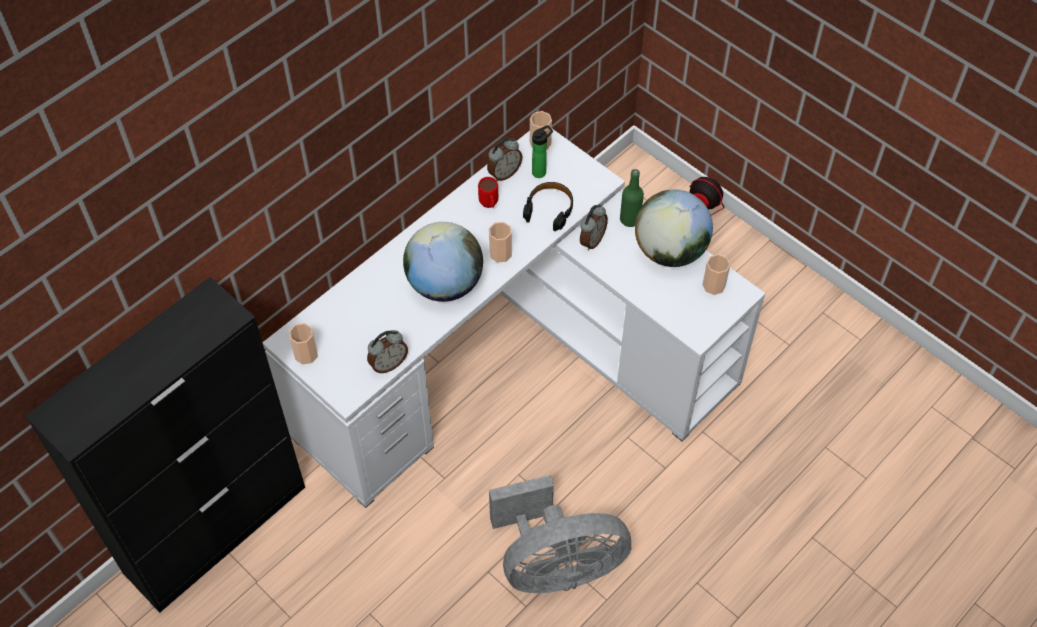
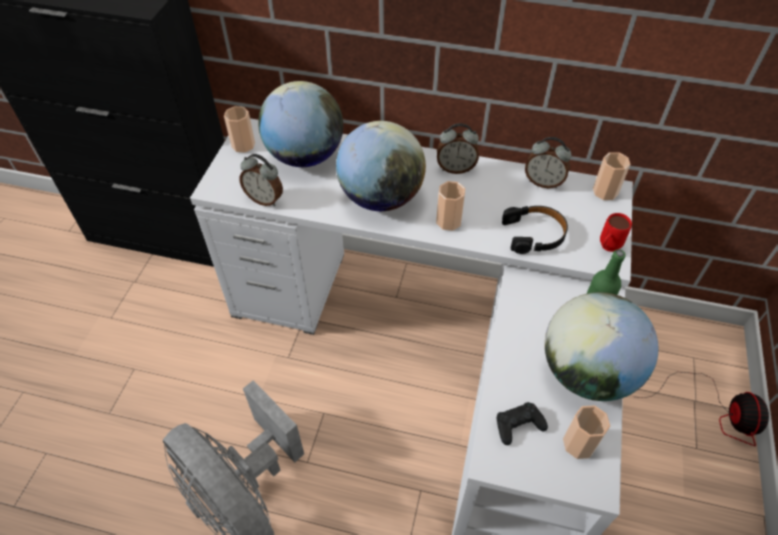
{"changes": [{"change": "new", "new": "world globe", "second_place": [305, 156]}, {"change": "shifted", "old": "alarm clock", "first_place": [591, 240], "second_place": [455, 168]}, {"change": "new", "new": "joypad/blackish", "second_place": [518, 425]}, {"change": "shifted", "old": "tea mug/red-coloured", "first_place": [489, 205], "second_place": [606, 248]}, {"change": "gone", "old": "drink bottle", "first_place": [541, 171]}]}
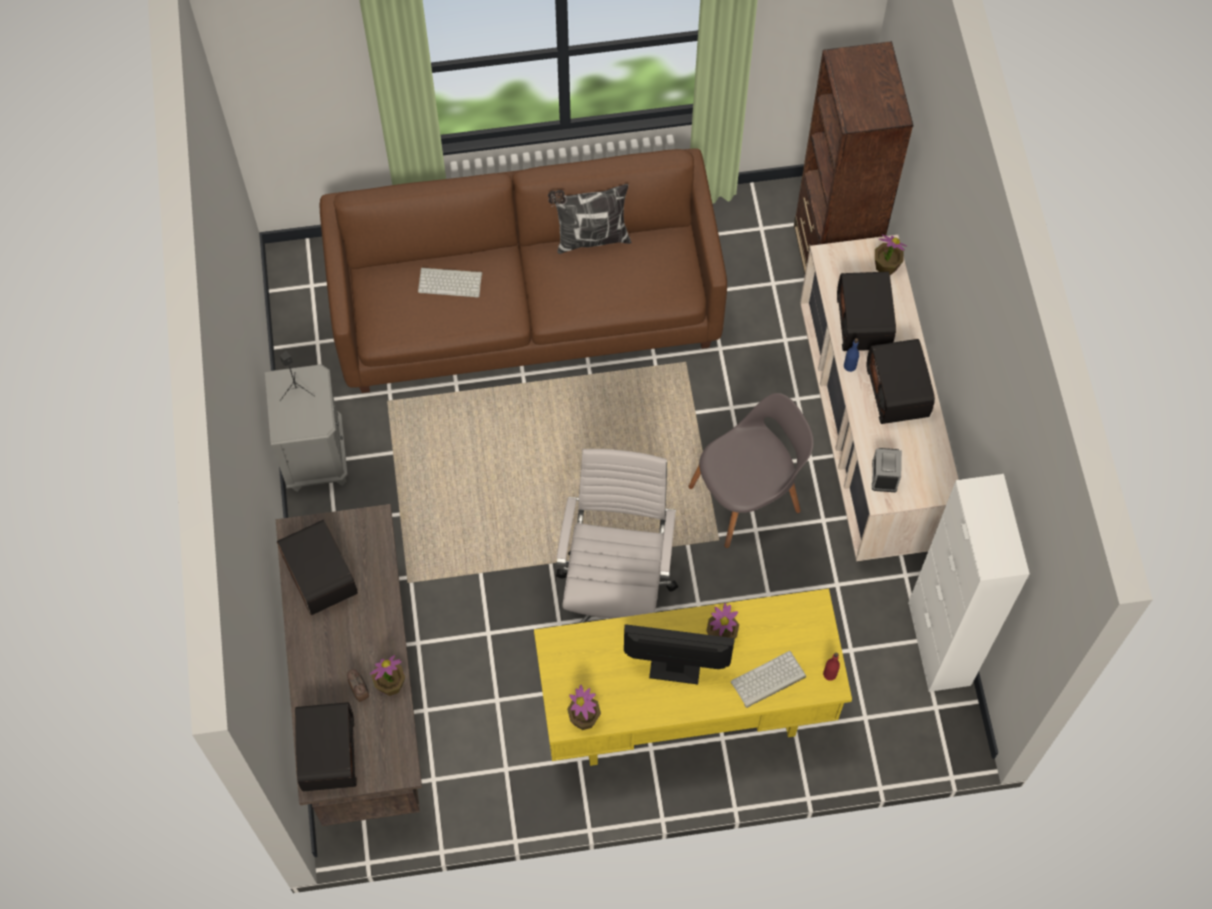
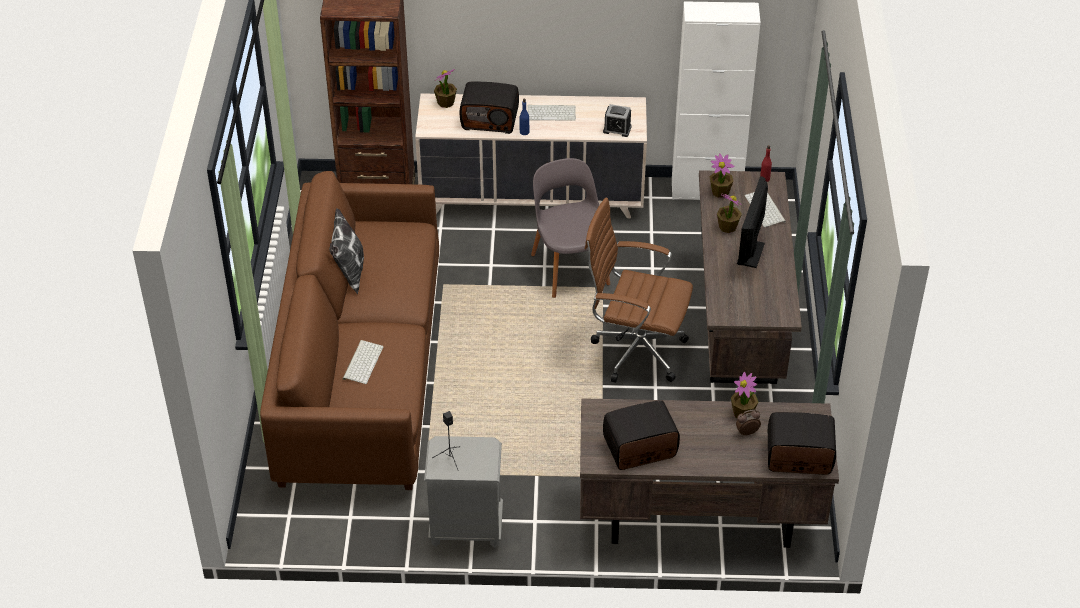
{"changes": [{"change": "swapped", "old": "radio receiver", "new": "computer keyboard", "first_place": [898, 392], "second_place": [552, 112]}, {"change": "repainted", "old": "computer chair/white", "new": "computer chair/brown-coloured", "first_place": [615, 591], "second_place": [634, 351]}, {"change": "repainted", "old": "desk/yellowish", "new": "desk/brown-coloured", "first_place": [684, 712], "second_place": [740, 325]}, {"change": "shifted", "old": "plant in a pot", "first_place": [584, 718], "second_place": [720, 192]}]}
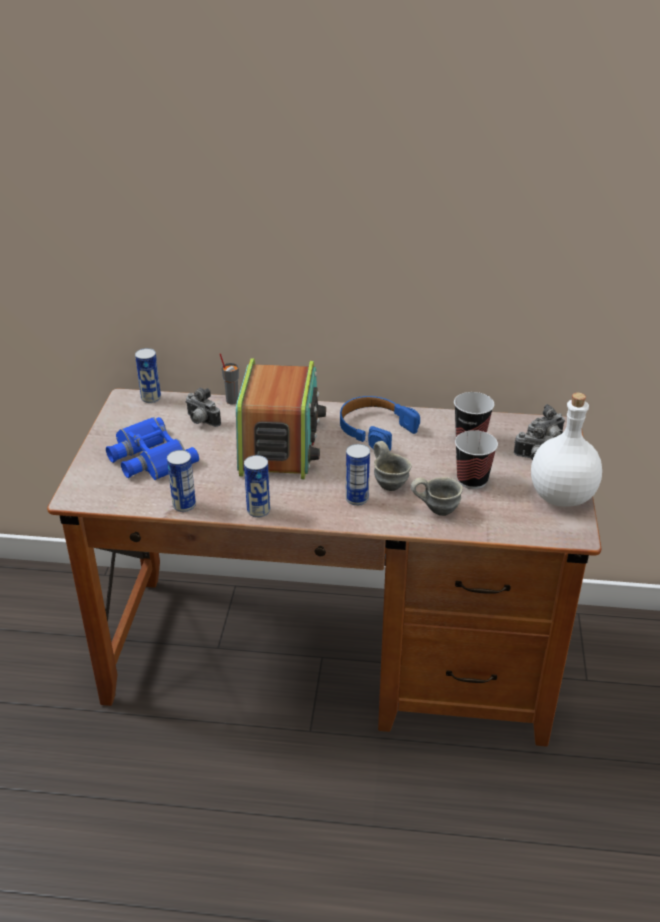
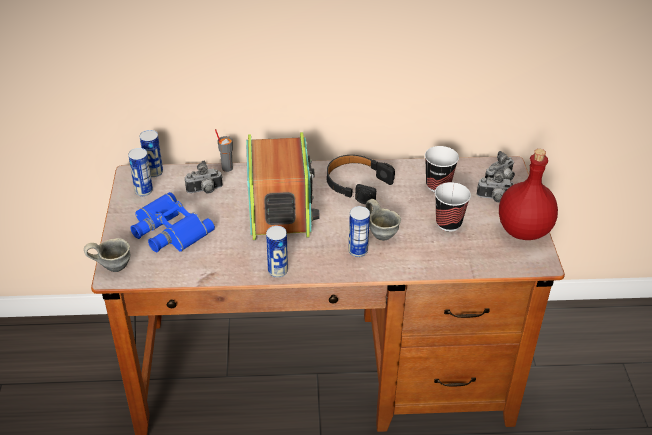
{"changes": [{"change": "shifted", "old": "tea mug/grey", "first_place": [437, 509], "second_place": [113, 266]}, {"change": "shifted", "old": "metal can", "first_place": [184, 505], "second_place": [143, 191]}, {"change": "rotated", "old": "still camera", "first_place": [201, 421], "second_place": [205, 191], "degrees": -45}, {"change": "repainted", "old": "pair of headphones/blue-coloured", "new": "pair of headphones/blackish", "first_place": [375, 429], "second_place": [357, 184]}, {"change": "repainted", "old": "drink bottle/white", "new": "drink bottle/red-coloured", "first_place": [560, 496], "second_place": [522, 230]}]}
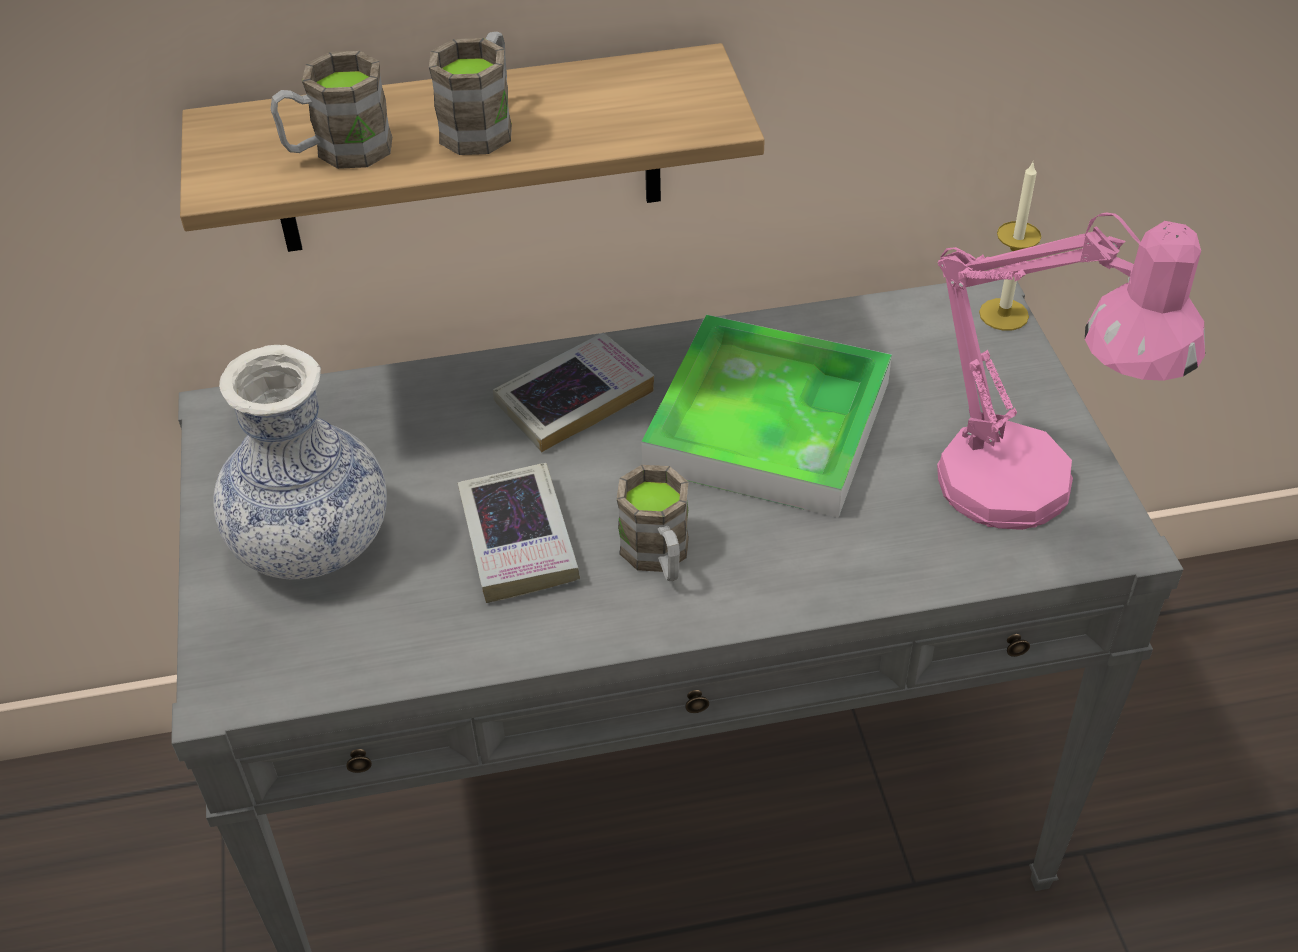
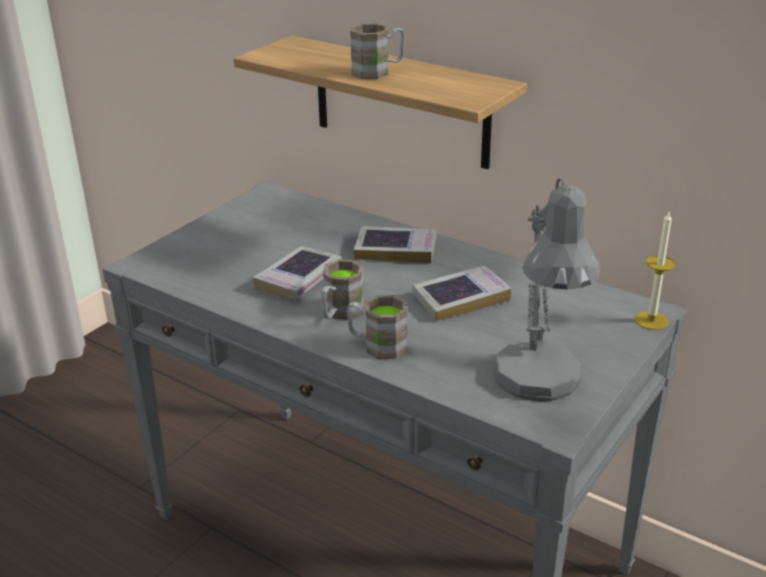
{"changes": [{"change": "shifted", "old": "tea mug/brown-coloured", "first_place": [338, 151], "second_place": [377, 345]}, {"change": "swapped", "old": "serving tray", "new": "bound book", "first_place": [768, 425], "second_place": [461, 298]}, {"change": "repainted", "old": "tabletop lamp/pinkish", "new": "tabletop lamp/grey", "first_place": [1029, 496], "second_place": [539, 387]}, {"change": "gone", "old": "vase", "first_place": [312, 542]}]}
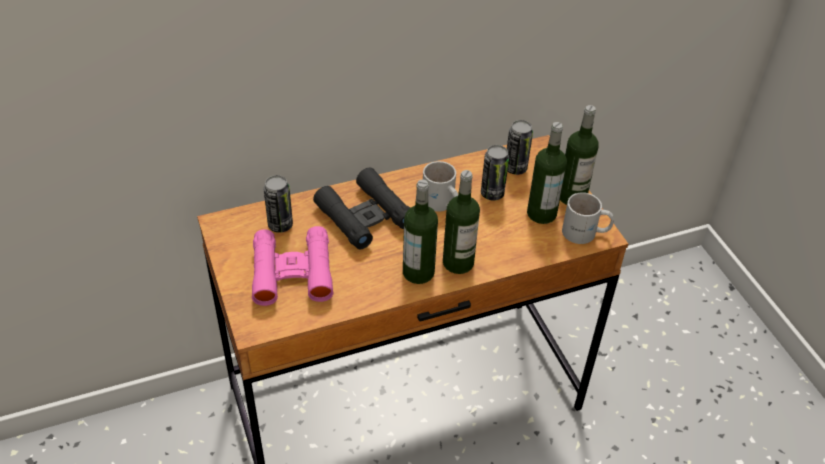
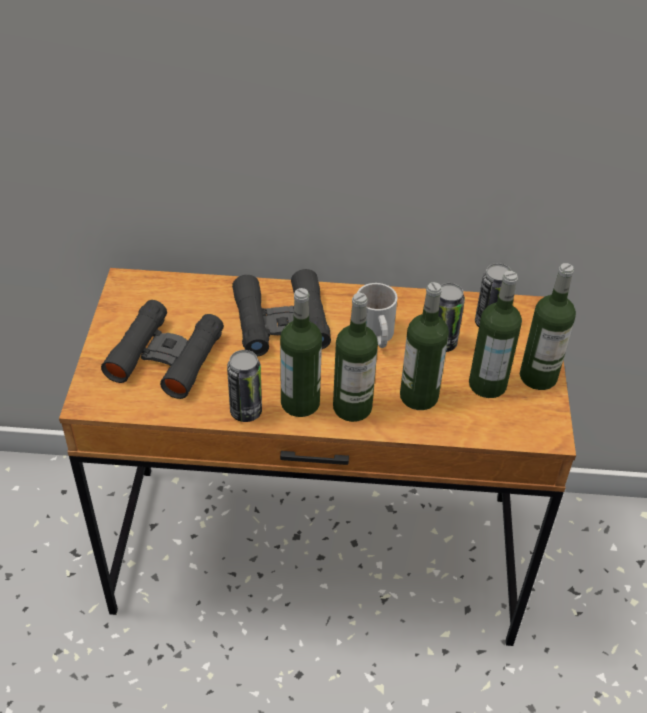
{"changes": [{"change": "repainted", "old": "field glasses/pinkish", "new": "field glasses/blackish", "first_place": [292, 272], "second_place": [166, 357]}, {"change": "shifted", "old": "metal can", "first_place": [280, 225], "second_place": [246, 412]}, {"change": "new", "new": "drink bottle", "second_place": [419, 396]}, {"change": "gone", "old": "tea mug/white", "first_place": [585, 233]}]}
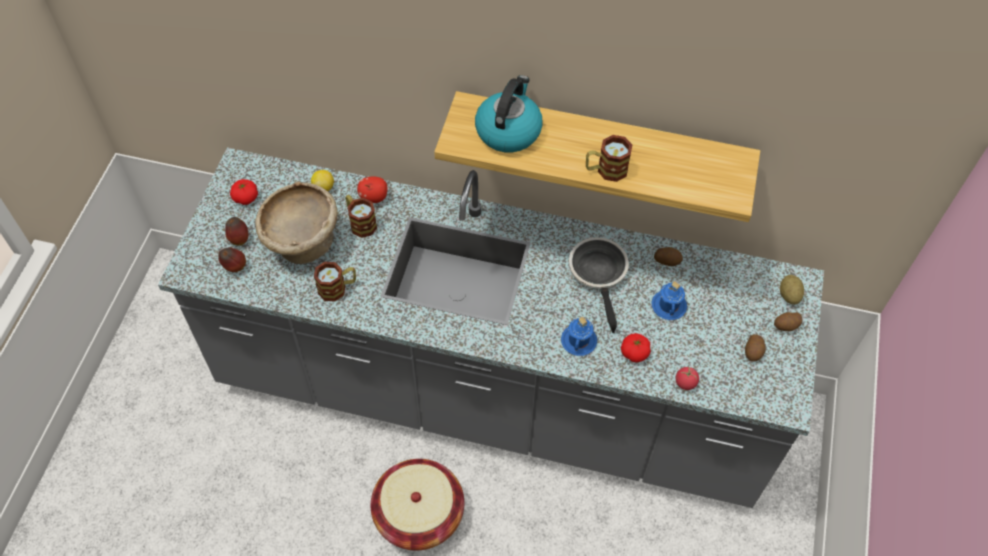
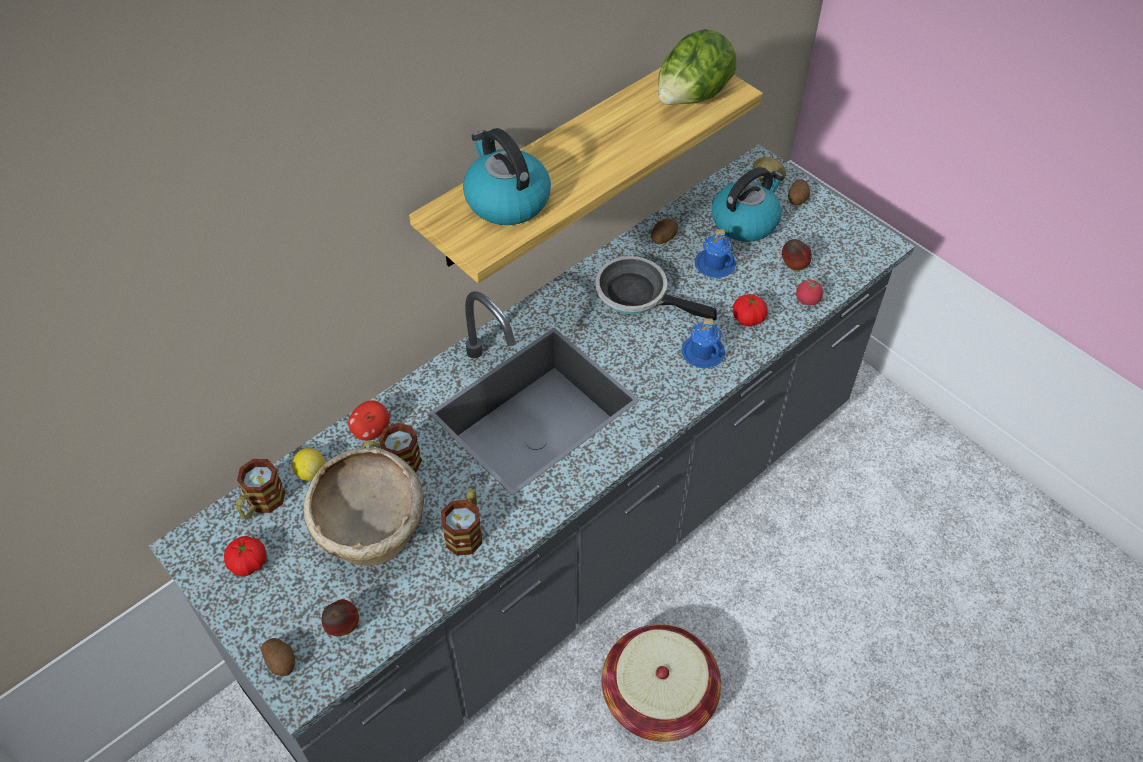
{"changes": [{"change": "shifted", "old": "tea mug", "first_place": [606, 170], "second_place": [261, 504]}, {"change": "shifted", "old": "potato", "first_place": [753, 352], "second_place": [281, 661]}, {"change": "new", "new": "lettuce head", "second_place": [692, 99]}, {"change": "new", "new": "water kettle", "second_place": [745, 221]}, {"change": "shifted", "old": "apple fruit", "first_place": [239, 239], "second_place": [793, 266]}]}
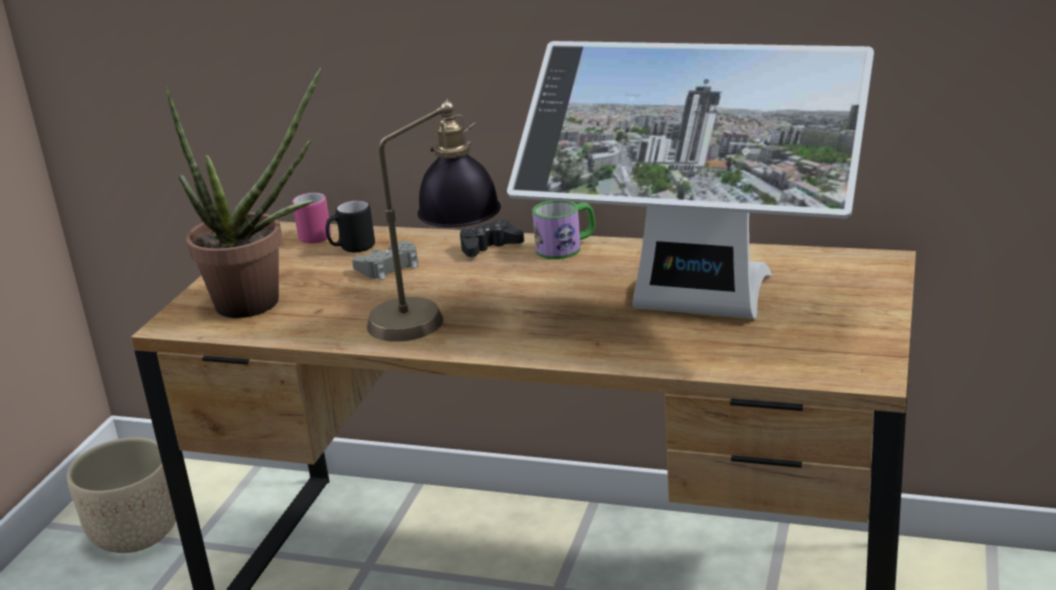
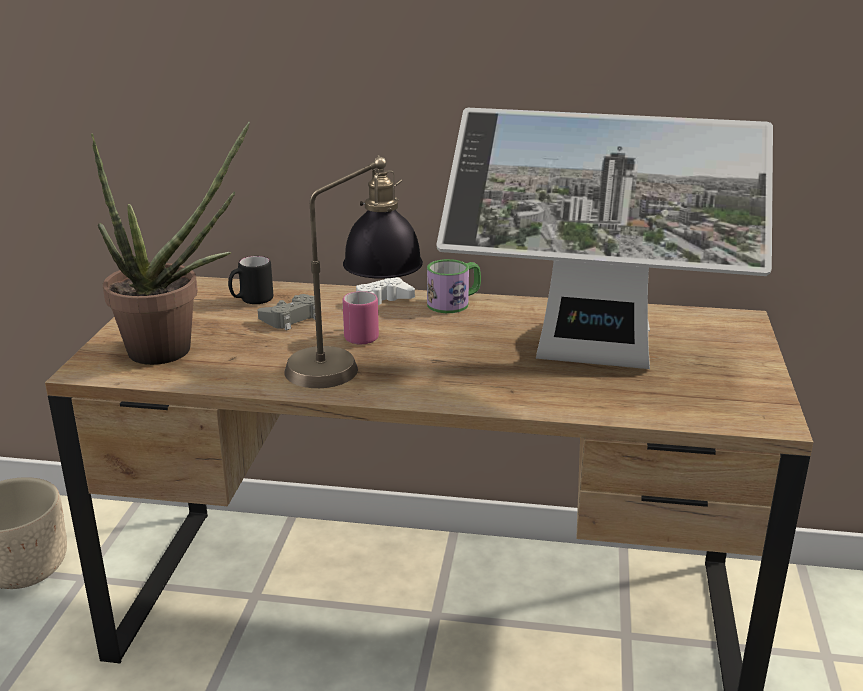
{"changes": [{"change": "shifted", "old": "tea mug/pinkish", "first_place": [318, 235], "second_place": [363, 335]}, {"change": "repainted", "old": "joypad/blackish", "new": "joypad/white", "first_place": [489, 246], "second_place": [382, 301]}]}
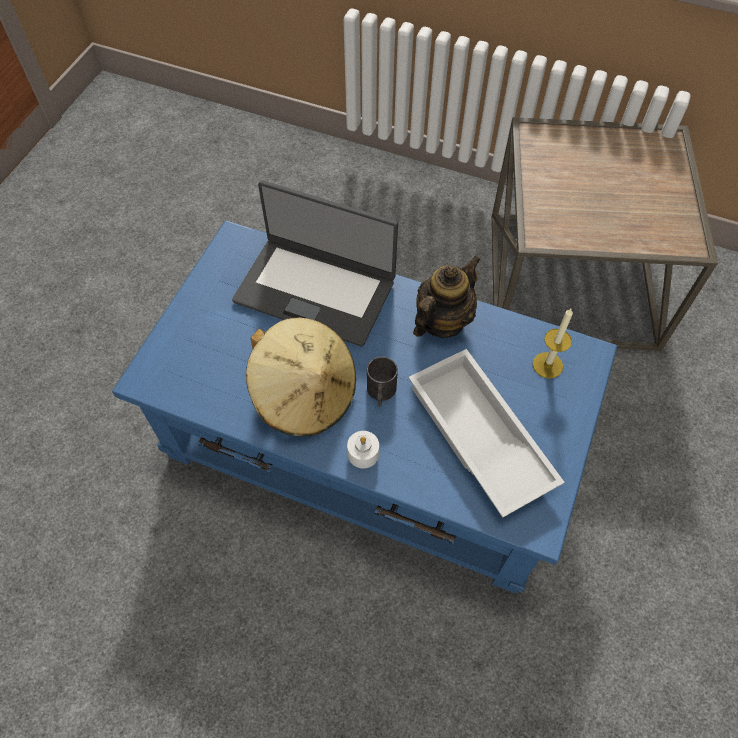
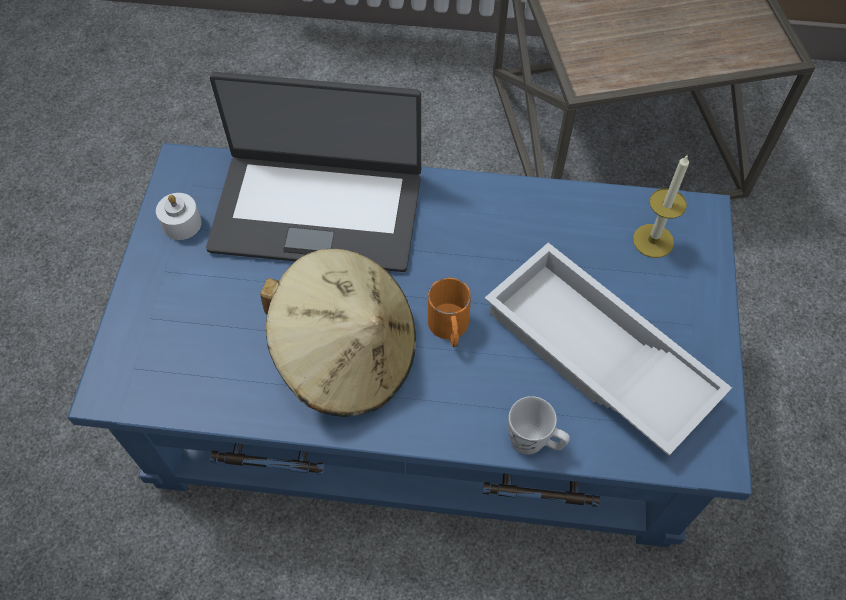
{"changes": [{"change": "shifted", "old": "candle/white", "first_place": [363, 453], "second_place": [182, 224]}, {"change": "repainted", "old": "tea mug/blackish", "new": "tea mug/orange", "first_place": [381, 393], "second_place": [449, 329]}, {"change": "new", "new": "tea mug/white", "second_place": [534, 442]}, {"change": "gone", "old": "teapot", "first_place": [442, 321]}]}
